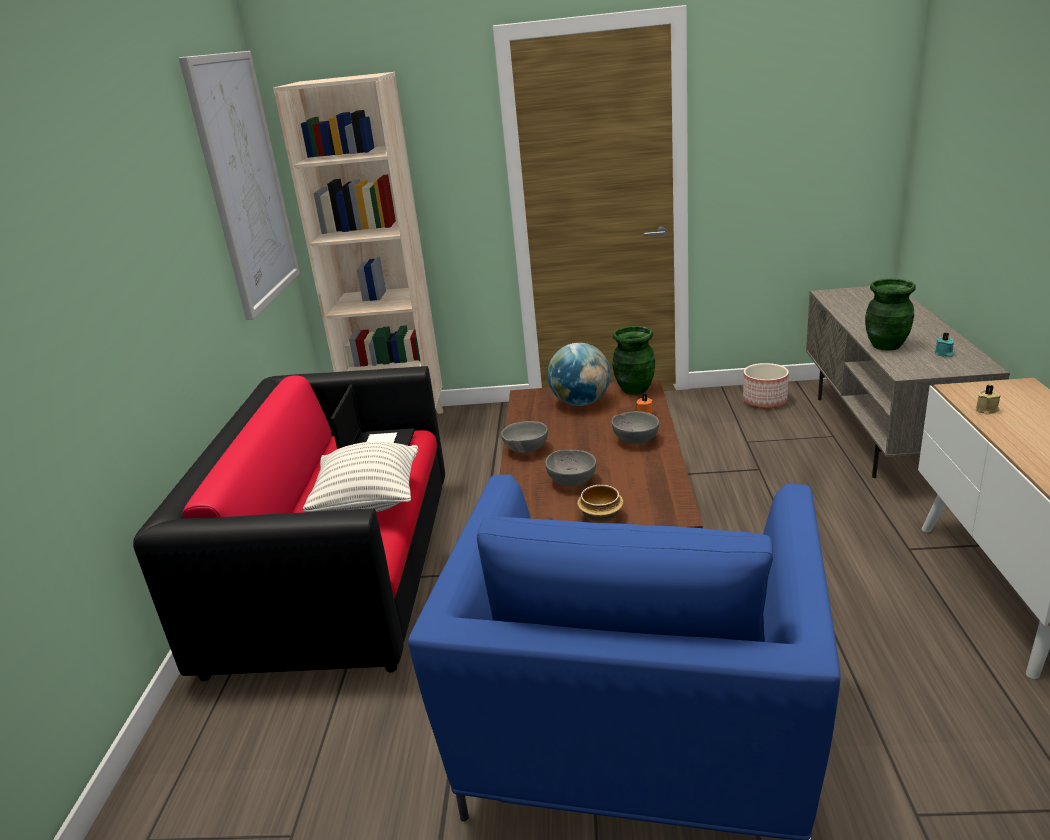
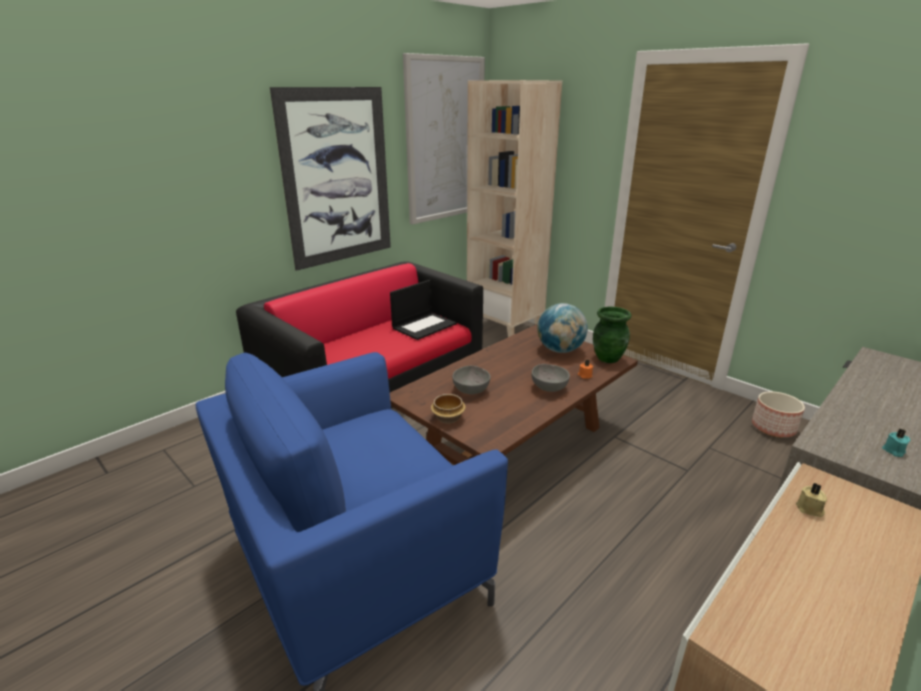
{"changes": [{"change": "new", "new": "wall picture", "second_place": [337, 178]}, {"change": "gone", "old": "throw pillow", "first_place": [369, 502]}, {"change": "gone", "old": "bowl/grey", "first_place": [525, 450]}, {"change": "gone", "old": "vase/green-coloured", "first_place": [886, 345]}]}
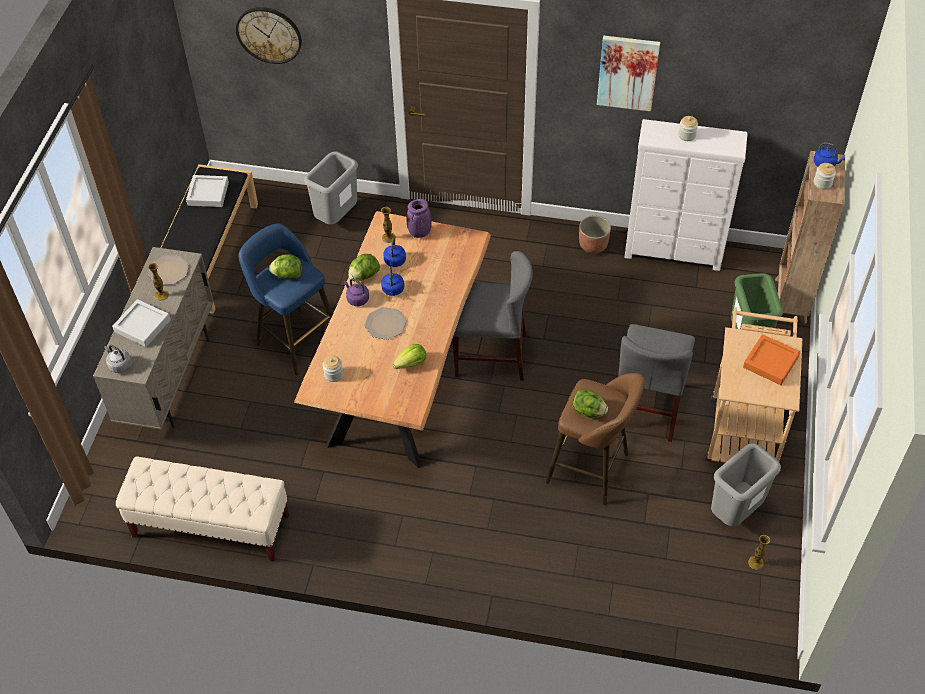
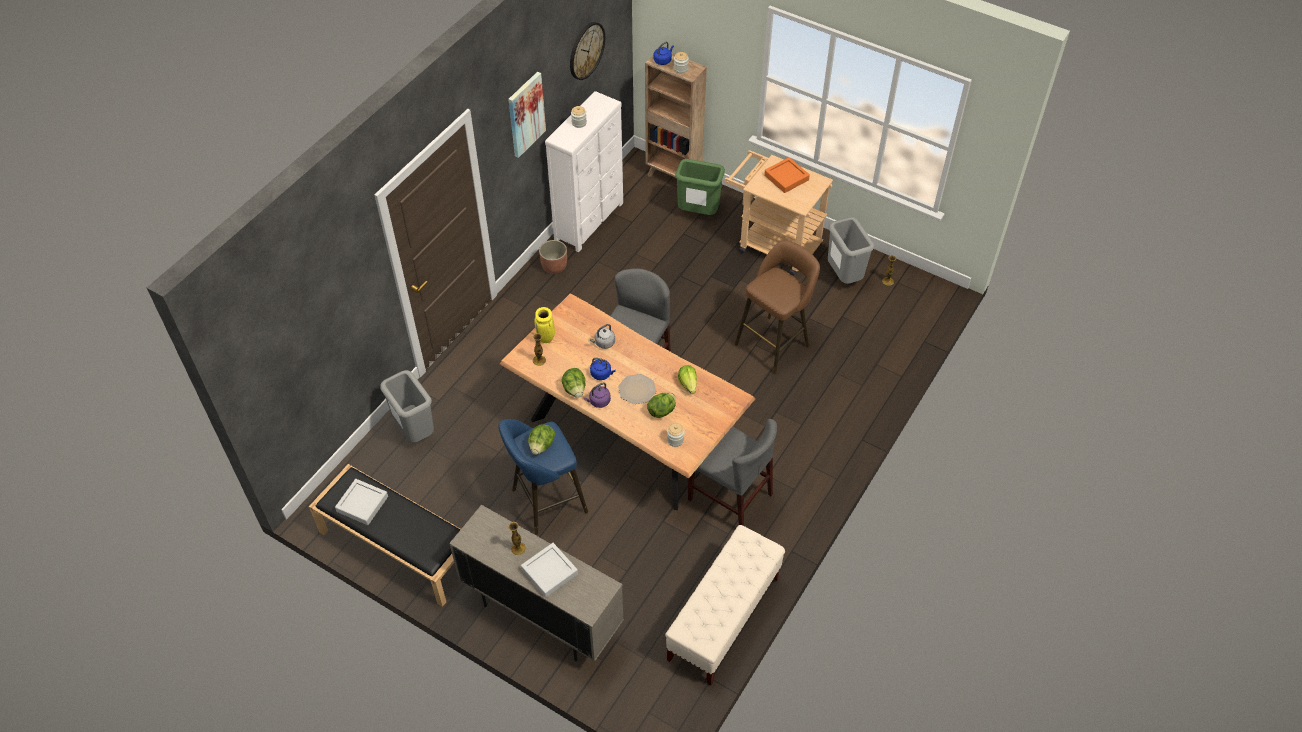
{"changes": [{"change": "repainted", "old": "vase/purplish", "new": "vase/yellowish", "first_place": [419, 233], "second_place": [546, 338]}, {"change": "shifted", "old": "clock on the wall", "first_place": [269, 34], "second_place": [586, 50]}, {"change": "shifted", "old": "water kettle/grey", "first_place": [119, 365], "second_place": [604, 343]}, {"change": "shifted", "old": "lettuce head", "first_place": [588, 412], "second_place": [662, 411]}, {"change": "shifted", "old": "upright chair/grey", "first_place": [647, 407], "second_place": [730, 497]}, {"change": "gone", "old": "plate", "first_place": [168, 271]}, {"change": "gone", "old": "water kettle/blue-coloured", "first_place": [394, 262]}]}
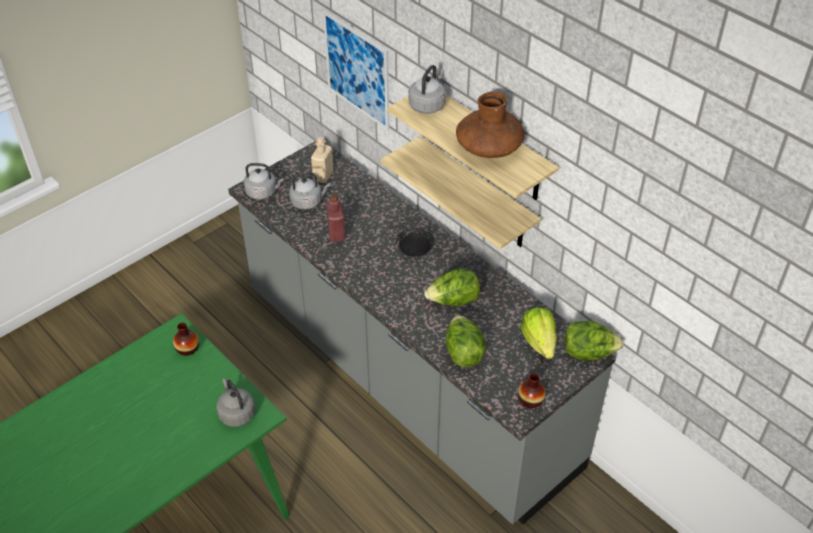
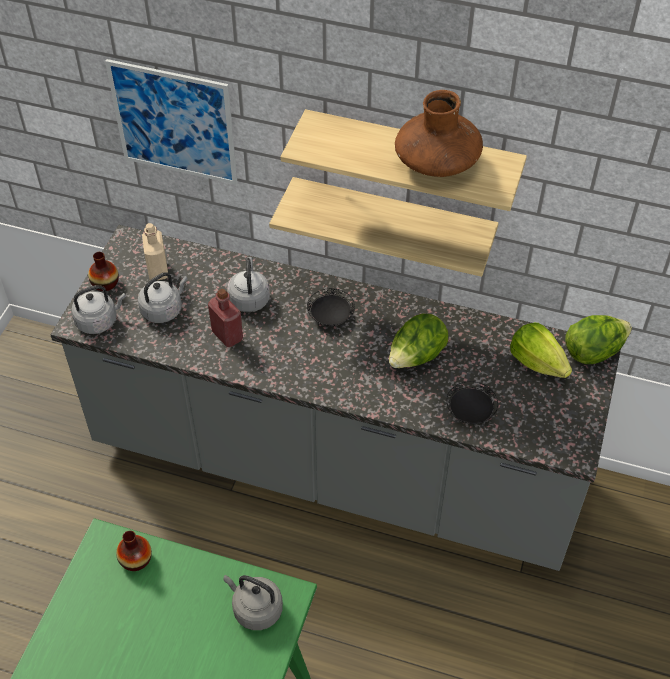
{"changes": [{"change": "shifted", "old": "vase", "first_place": [530, 400], "second_place": [105, 283]}, {"change": "shifted", "old": "water kettle/grey", "first_place": [428, 105], "second_place": [249, 298]}, {"change": "swapped", "old": "lettuce head", "new": "plate/blackish", "first_place": [463, 352], "second_place": [470, 412]}]}
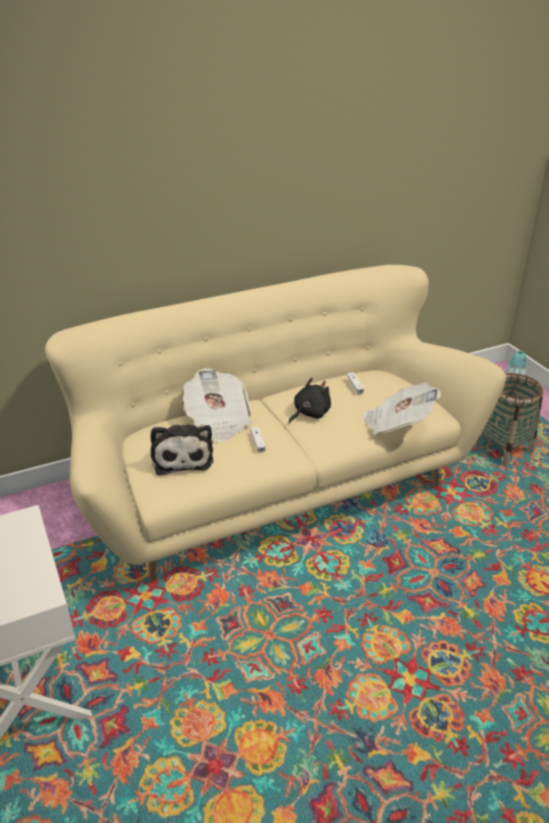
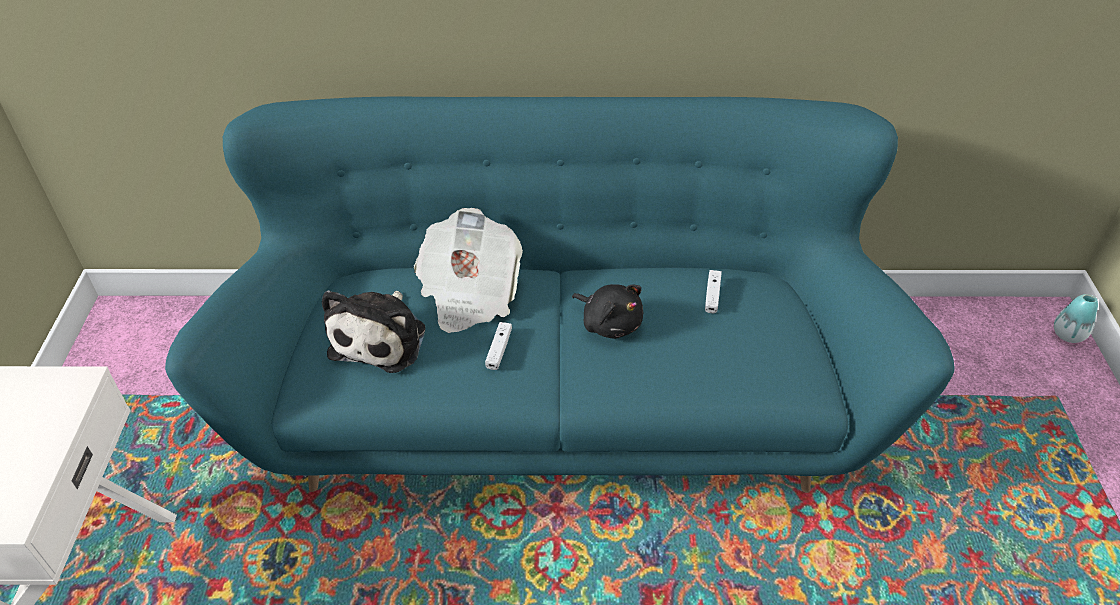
{"changes": [{"change": "repainted", "old": "couch/sand-coloured", "new": "couch/turquoise-coloured", "first_place": [274, 486], "second_place": [559, 401]}, {"change": "rotated", "old": "plush toy/blackish", "first_place": [309, 413], "second_place": [609, 323], "degrees": 60}, {"change": "gone", "old": "newspaper", "first_place": [397, 424]}, {"change": "gone", "old": "basket", "first_place": [503, 449]}]}
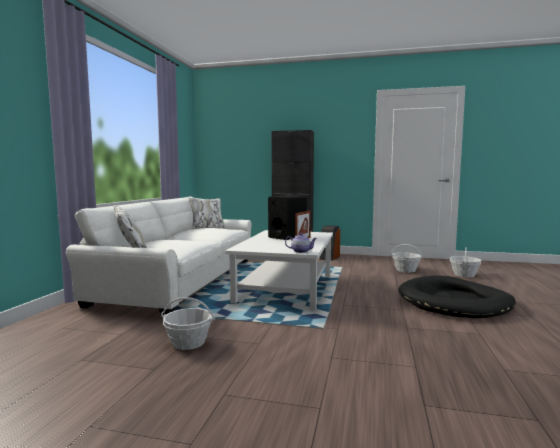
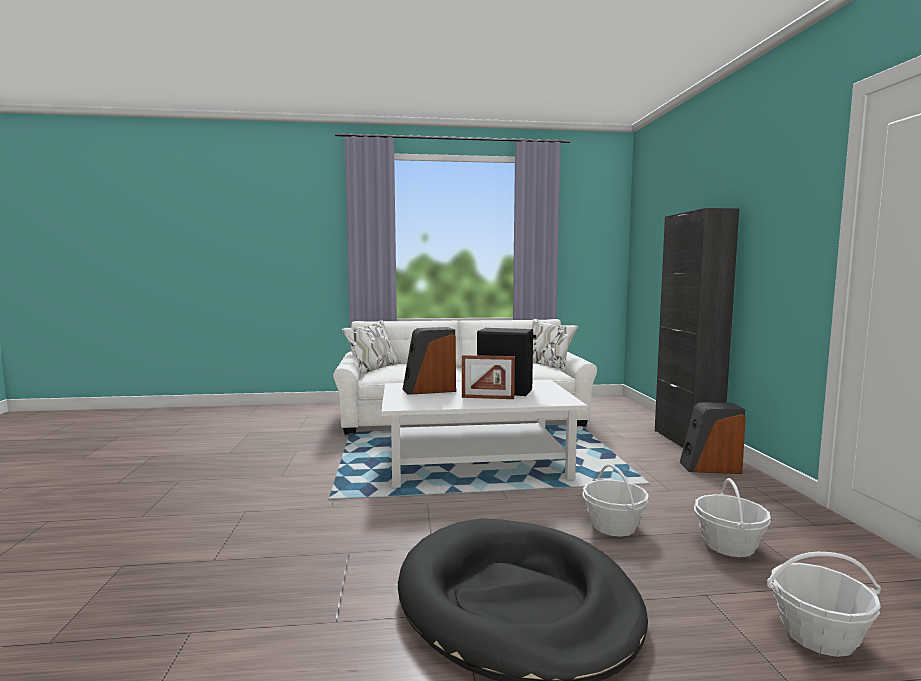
{"changes": [{"change": "new", "new": "audio speaker", "second_place": [429, 390]}, {"change": "shifted", "old": "basket", "first_place": [188, 342], "second_place": [614, 526]}, {"change": "gone", "old": "teapot", "first_place": [301, 251]}]}
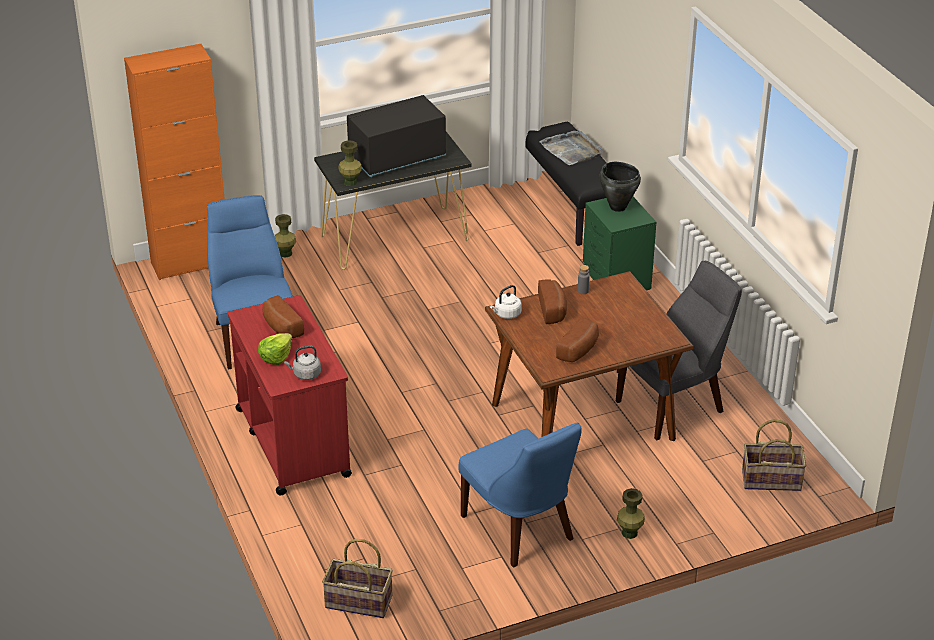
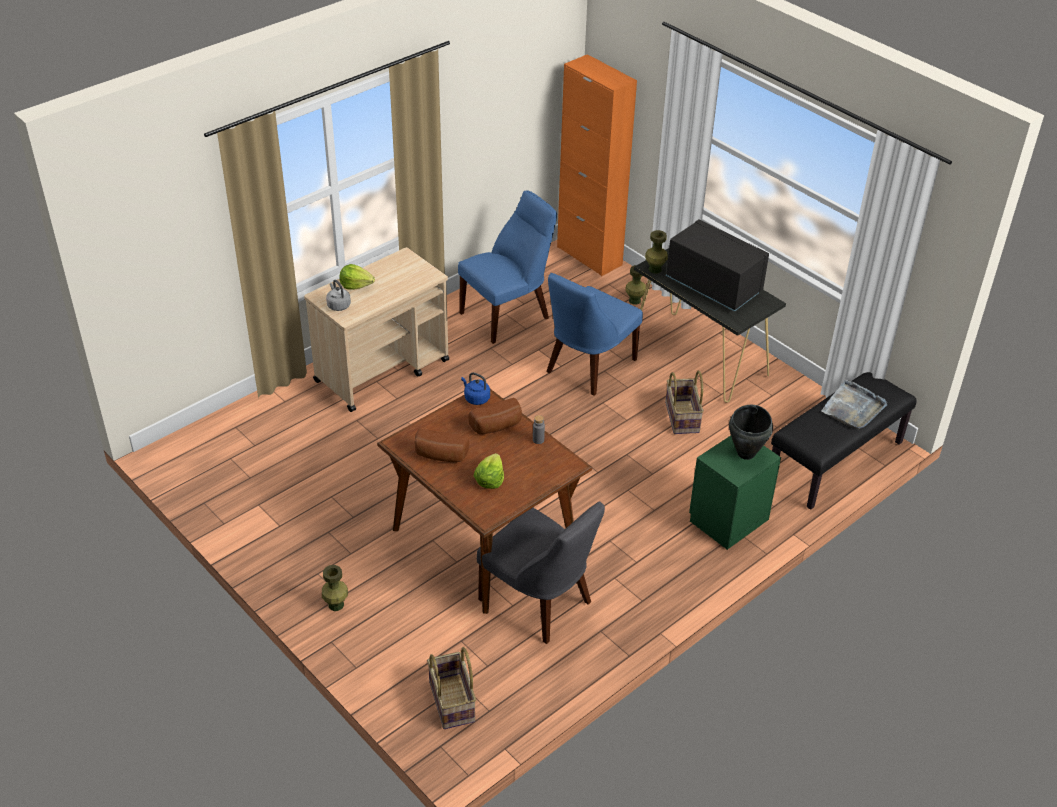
{"changes": [{"change": "repainted", "old": "trolley/red-coloured", "new": "trolley/sand-coloured", "first_place": [292, 441], "second_place": [383, 370]}, {"change": "repainted", "old": "water kettle/white", "new": "water kettle/blue-coloured", "first_place": [506, 314], "second_place": [475, 398]}, {"change": "new", "new": "lettuce head", "second_place": [489, 479]}, {"change": "shifted", "old": "upright chair/blue-coloured", "first_place": [520, 530], "second_place": [588, 367]}, {"change": "shifted", "old": "basket", "first_place": [358, 602], "second_place": [681, 417]}, {"change": "gone", "old": "bakery bread", "first_place": [281, 327]}]}
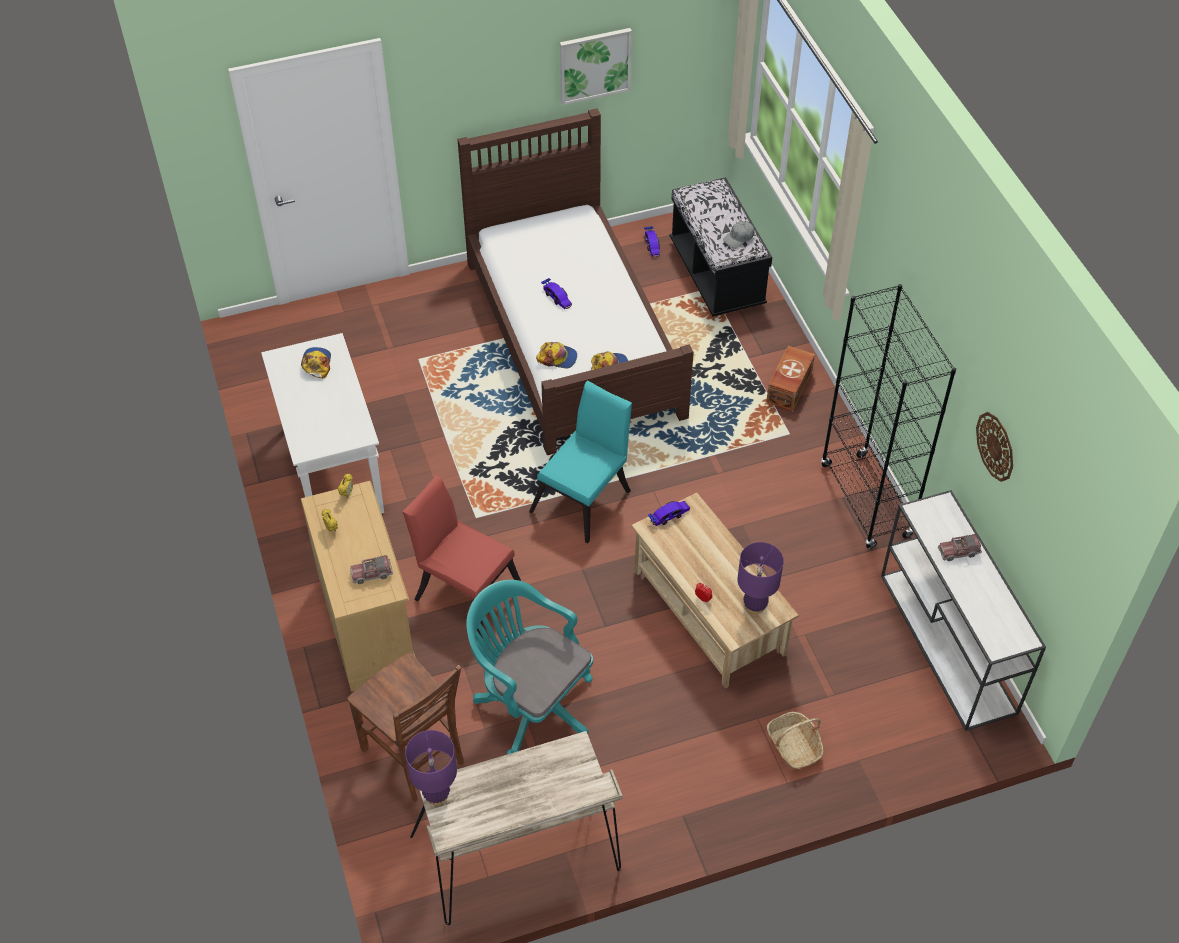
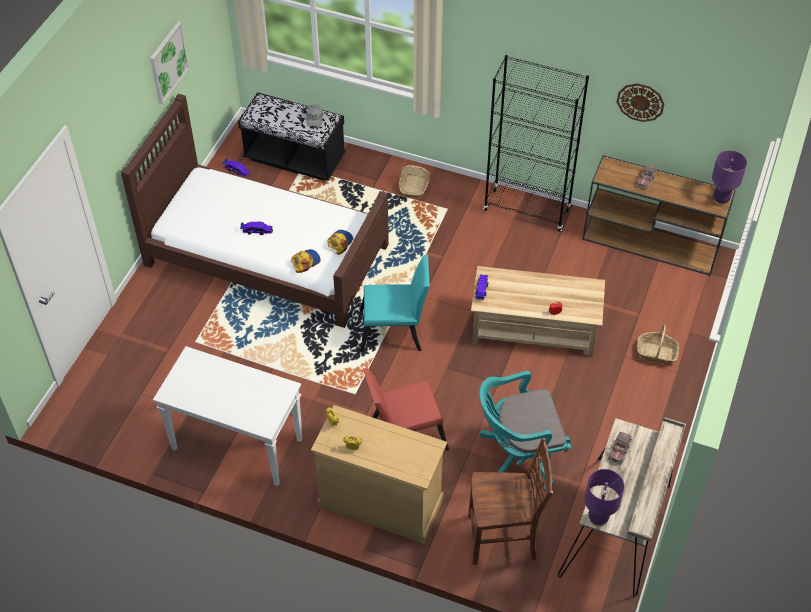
{"changes": [{"change": "rotated", "old": "upright chair/turquoise-coloured", "first_place": [585, 497], "second_place": [395, 331], "degrees": 105}, {"change": "swapped", "old": "storage container/brown-coloured", "new": "basket", "first_place": [788, 388], "second_place": [414, 186]}, {"change": "repainted", "old": "console table/white", "new": "console table/brown-coloured", "first_place": [948, 644], "second_place": [652, 243]}, {"change": "shifted", "old": "toy truck", "first_place": [371, 573], "second_place": [619, 451]}, {"change": "shifted", "old": "tabletop lamp/purplish", "first_place": [755, 605], "second_place": [720, 200]}, {"change": "gone", "old": "peaked cap", "first_place": [317, 364]}]}
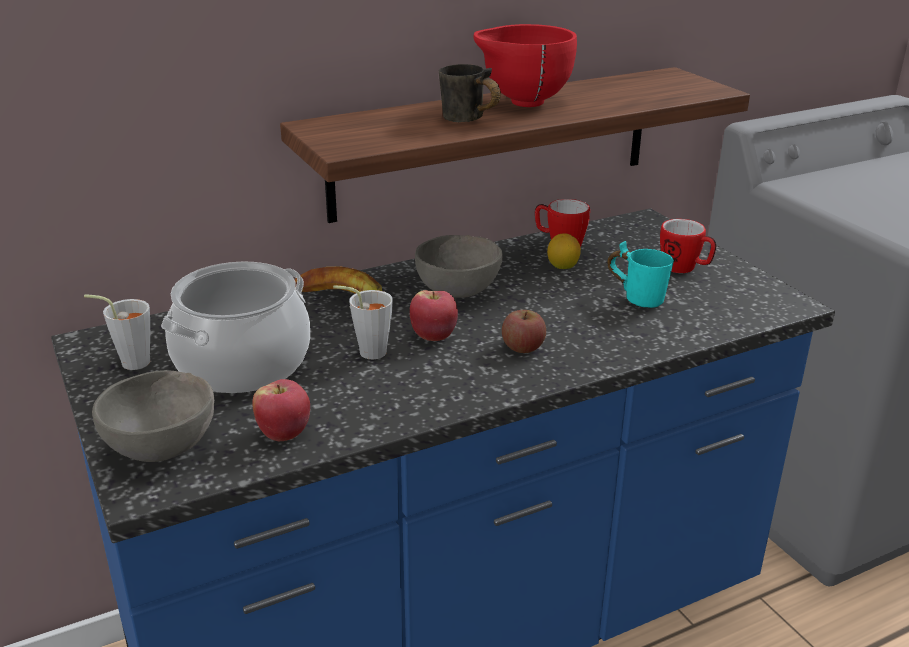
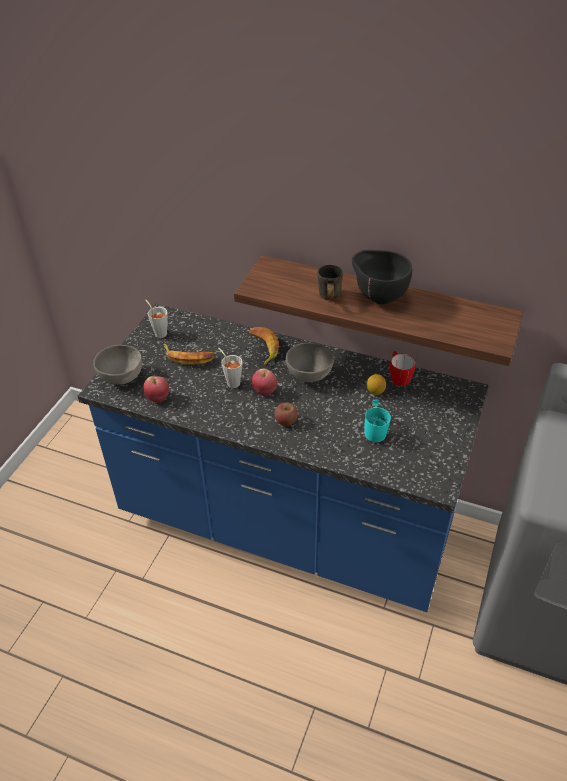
{"changes": [{"change": "swapped", "old": "cooking pot", "new": "whole banana", "first_place": [242, 362], "second_place": [188, 357]}, {"change": "repainted", "old": "bowl/red-coloured", "new": "bowl/blackish", "first_place": [522, 103], "second_place": [378, 297]}, {"change": "gone", "old": "tea mug", "first_place": [684, 269]}]}
